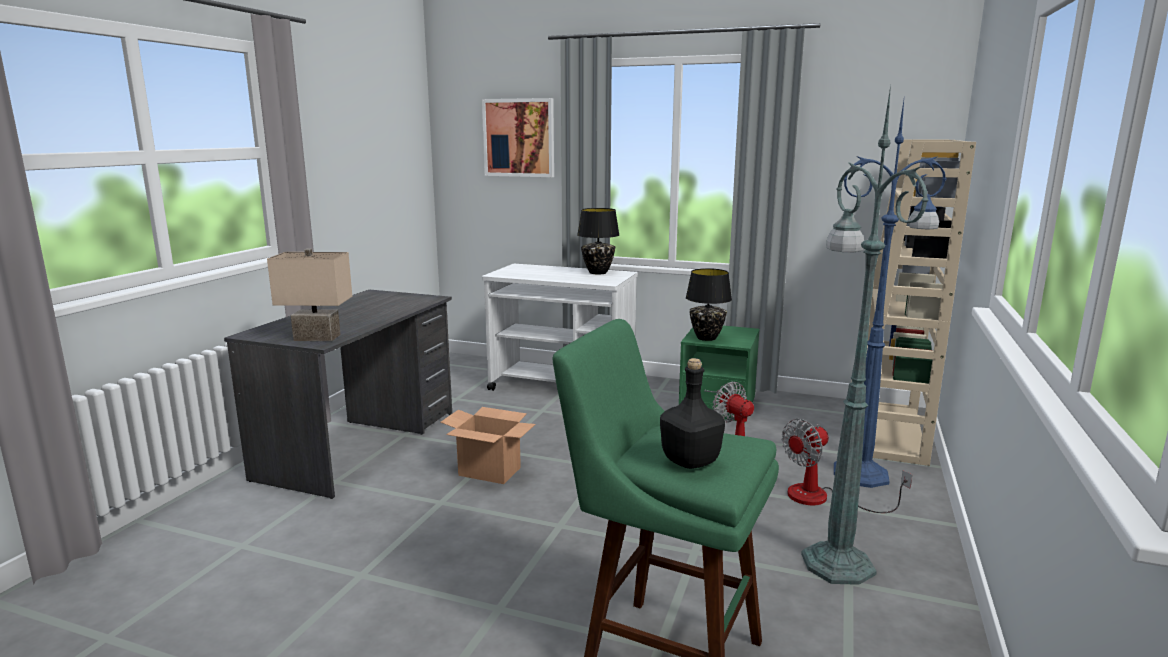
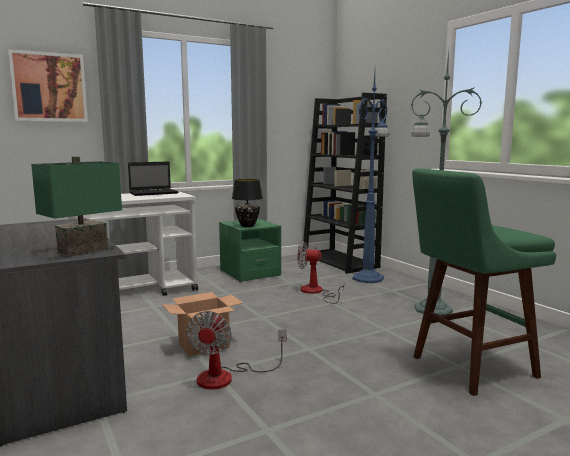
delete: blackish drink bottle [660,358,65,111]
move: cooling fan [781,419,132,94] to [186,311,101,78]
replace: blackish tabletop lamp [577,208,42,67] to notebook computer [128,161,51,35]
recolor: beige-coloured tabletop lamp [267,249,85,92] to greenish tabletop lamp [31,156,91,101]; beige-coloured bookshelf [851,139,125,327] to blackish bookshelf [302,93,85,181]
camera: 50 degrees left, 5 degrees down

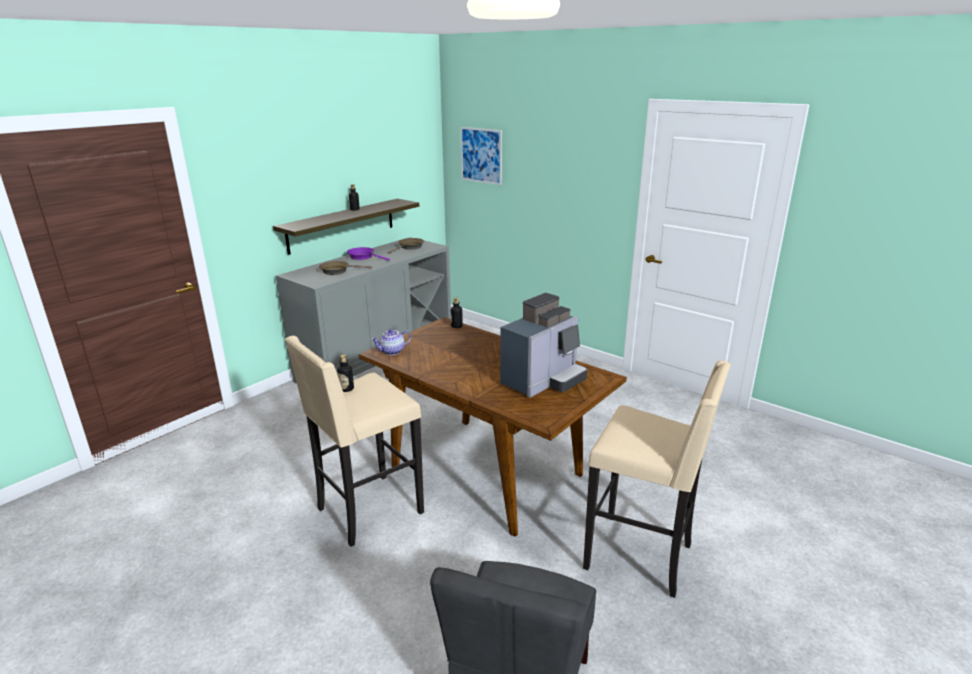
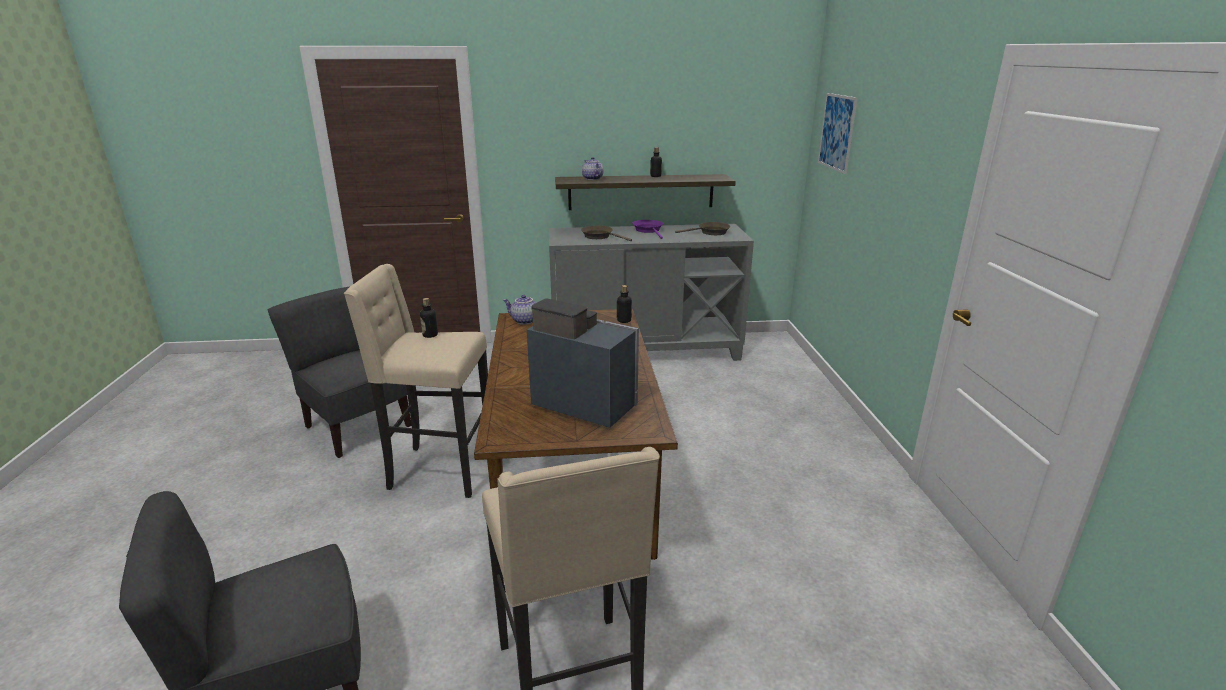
insert: gray chair [267,287,144,171]; pot for tea [582,157,22,23]
rotate: coffee brewer [500,293,87,105] = [527,298,112,130] 150 degrees counterclockwise
camera: 45 degrees right, 0 degrees up

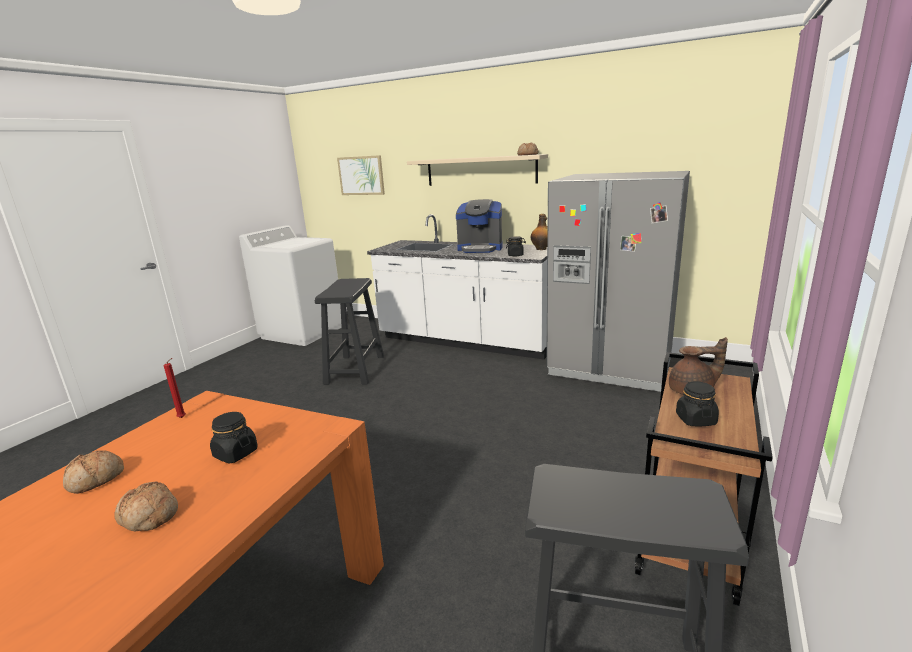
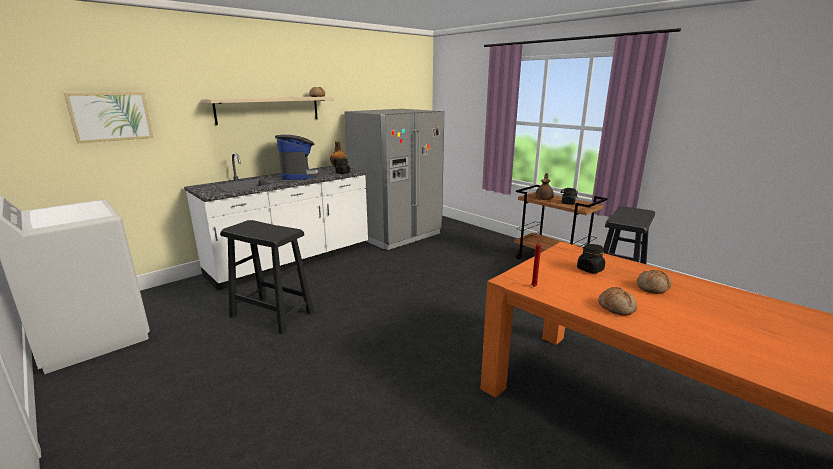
rotate: coffee brewer [456,199,47,54] = [275,135,44,45] 45 degrees counterclockwise
camera: 70 degrees left, 0 degrees up

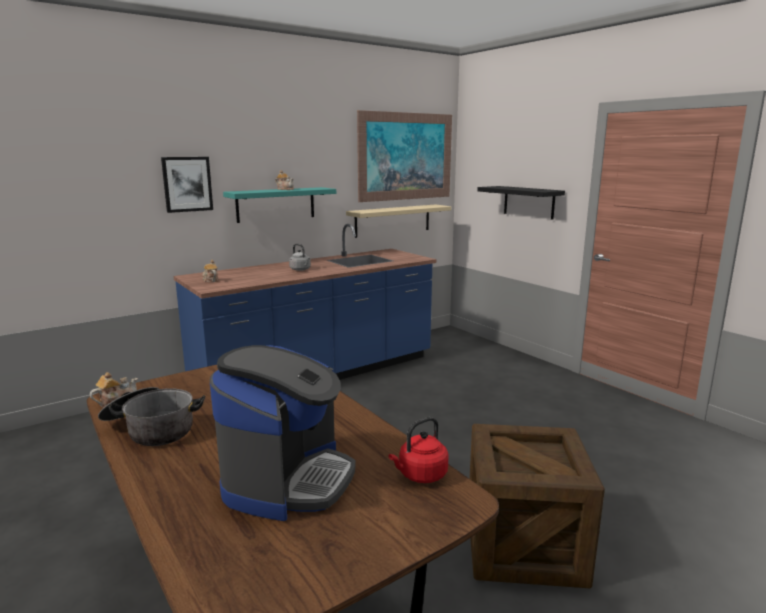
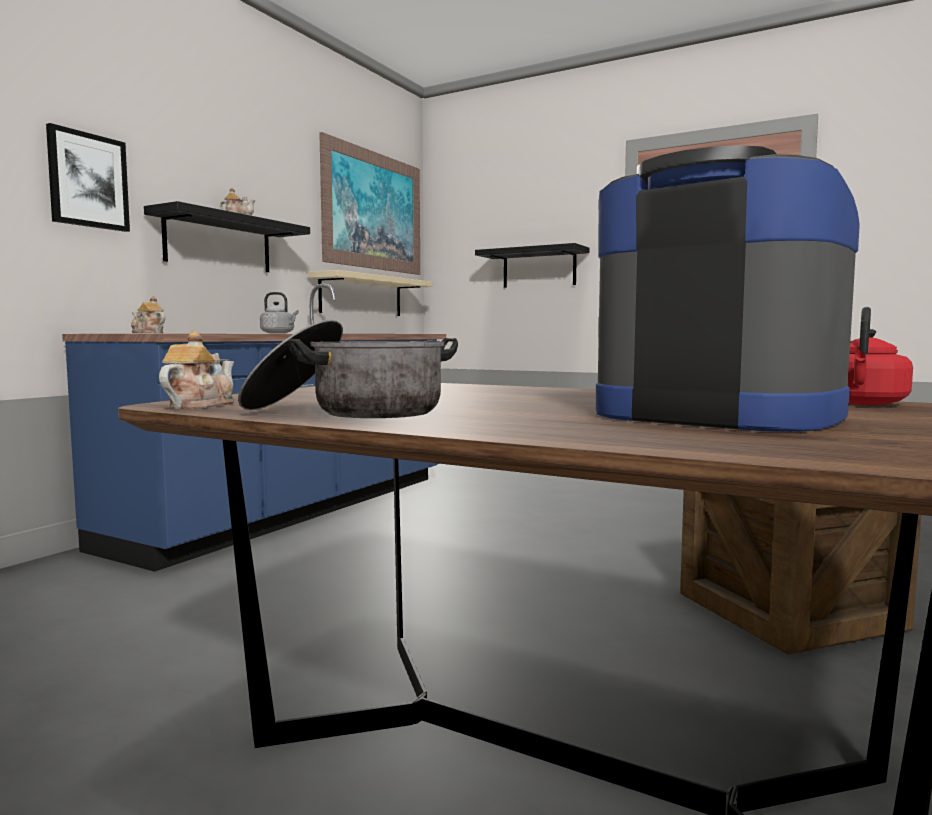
recolor: turquoise bracket shelf [223,187,113,36] to blackish bracket shelf [144,201,166,71]
rotate: coffee brewer [210,345,146,176] = [596,145,264,287] 45 degrees counterclockwise
camera: 25 degrees left, 10 degrees down

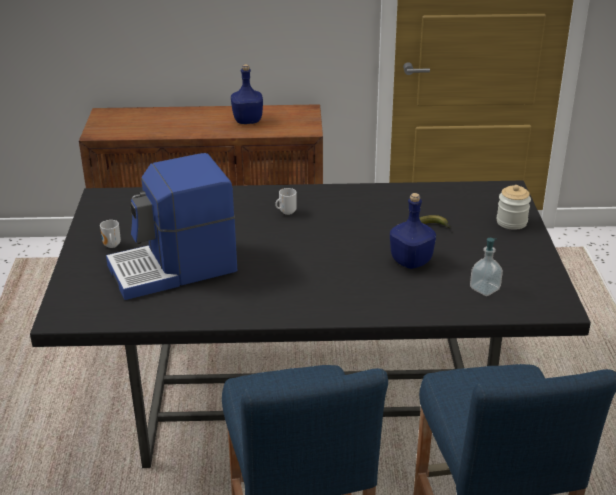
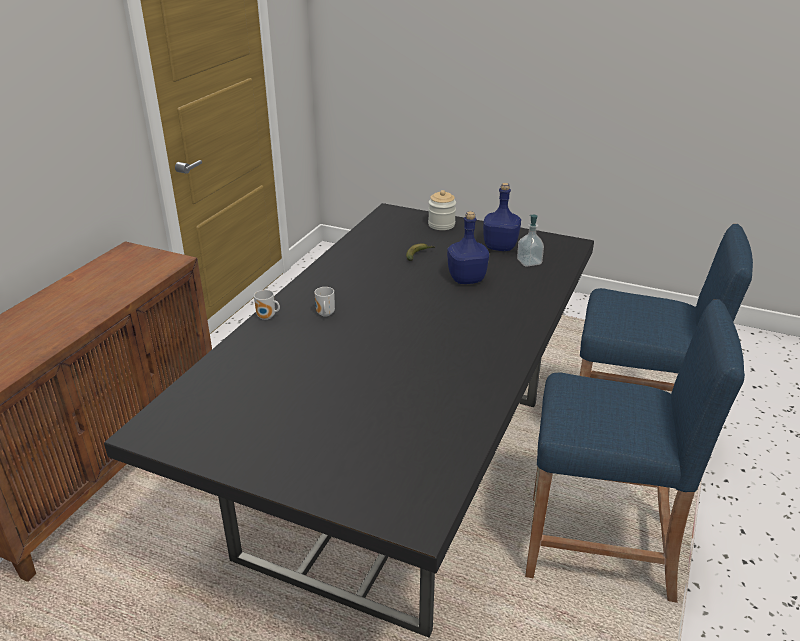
delete: coffee brewer [106,153,131,147]
move: tea mug [100,220,21,28] to [254,290,26,30]; blue-coloured drink bottle [231,64,32,60] to [483,183,38,68]
camera: 65 degrees left, 0 degrees up

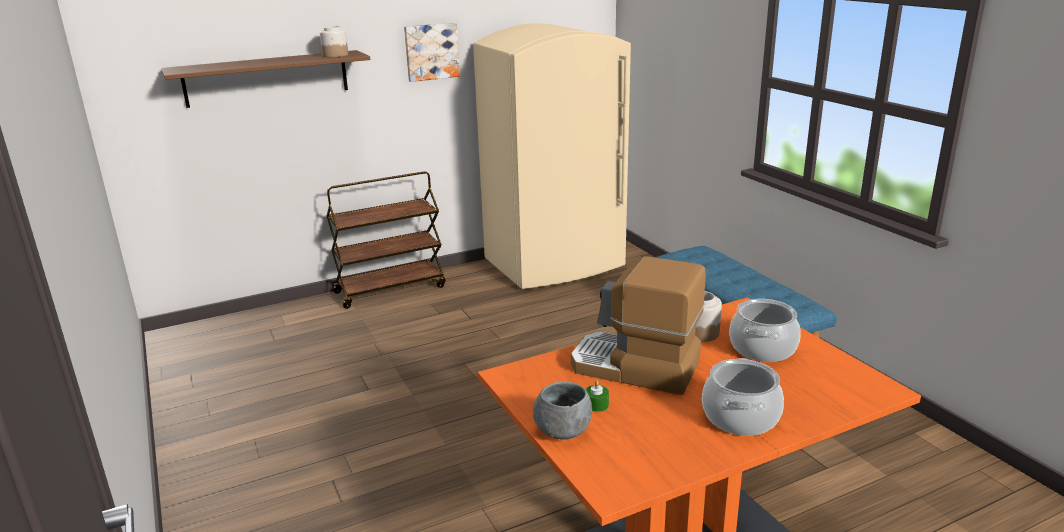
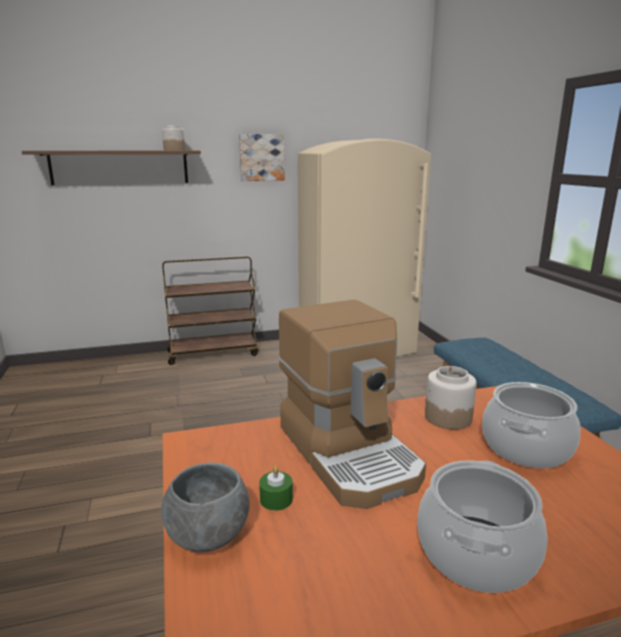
rotate: coffee brewer [571,256,135,139] = [278,299,148,210] 150 degrees counterclockwise
camera: 10 degrees right, 5 degrees down

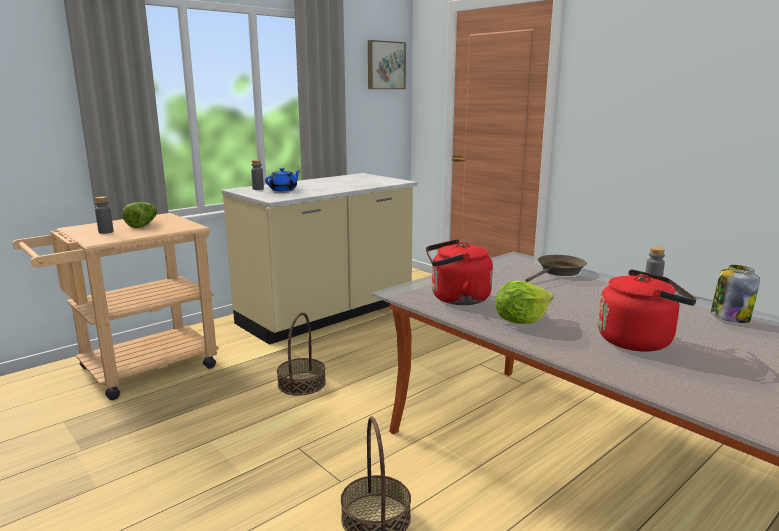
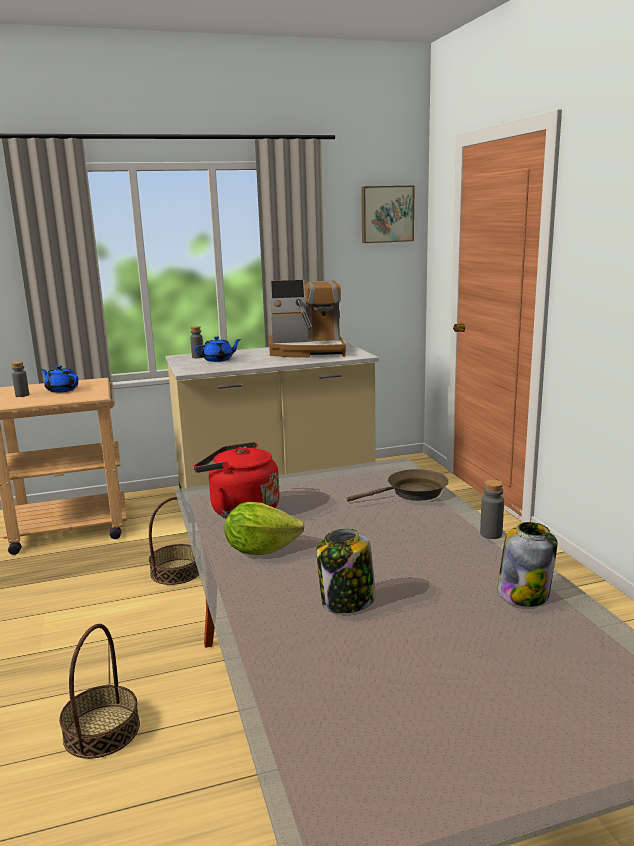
insert: coffee brewer [269,279,77,79]
replace: lettuce [122,202,35,26] to blue-coloured pot for tea [41,366,37,27]; red kettle [598,269,99,83] to preserve jar [316,529,60,84]
camera: 25 degrees right, 0 degrees up

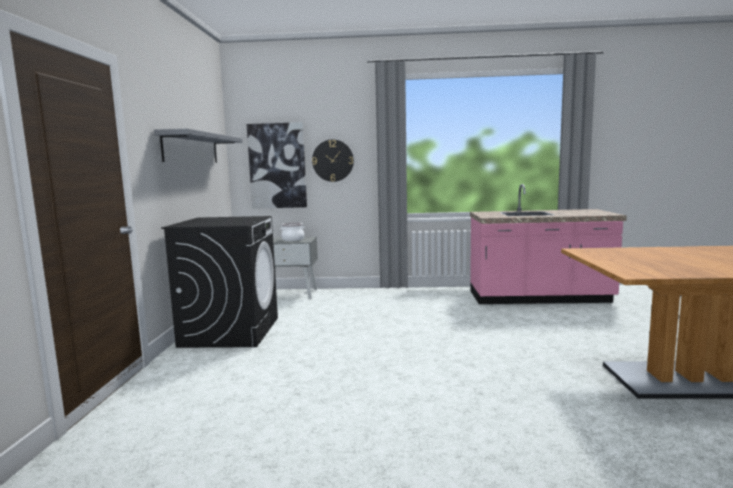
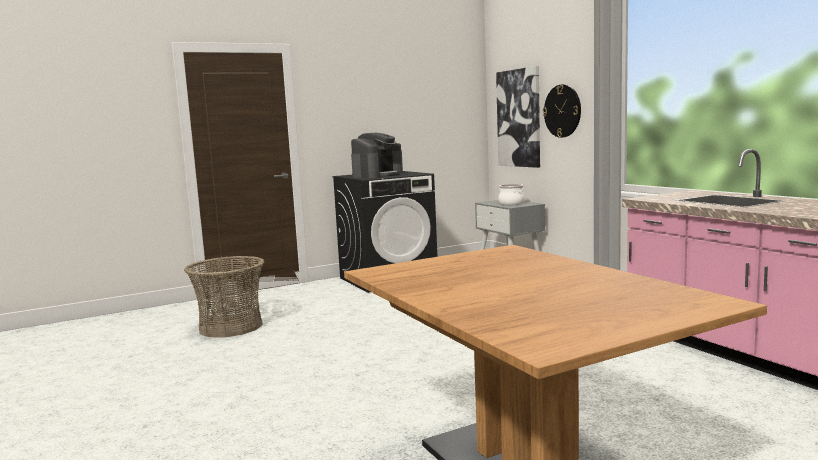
delete: gray bracket shelf [154,129,88,34]
insert: basket [184,256,80,81]; coffee brewer [351,133,52,45]
camera: 60 degrees right, 0 degrees up

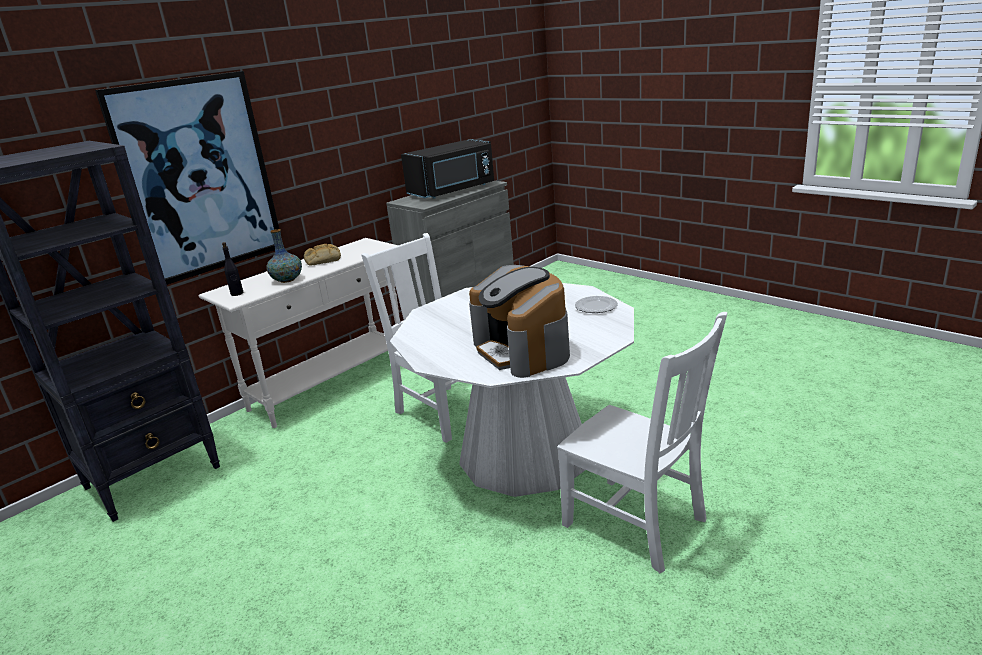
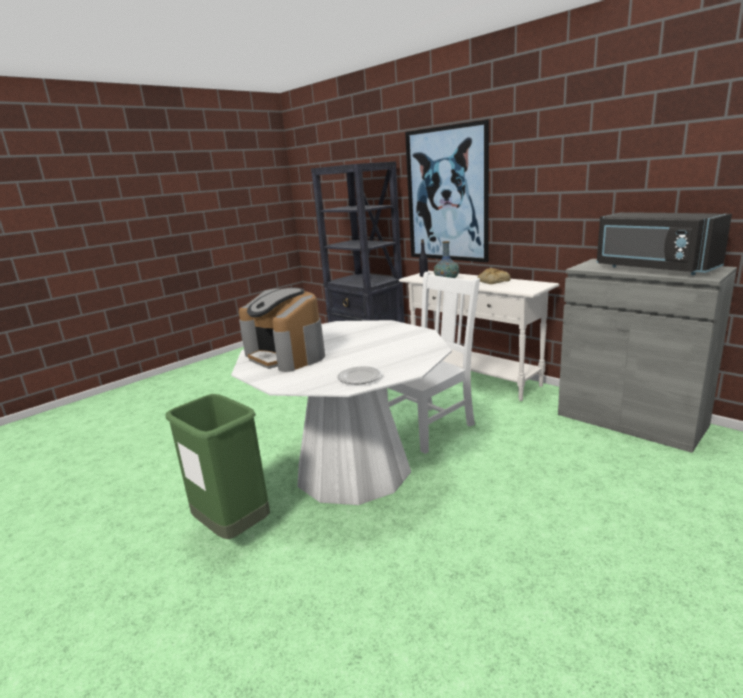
replace: white-coloured chair [557,312,171,261] to greenish rubbish bin [166,394,104,145]
rotate: coffee brewer [469,265,101,113] = [239,288,86,84] 105 degrees counterclockwise
camera: 90 degrees right, 5 degrees down

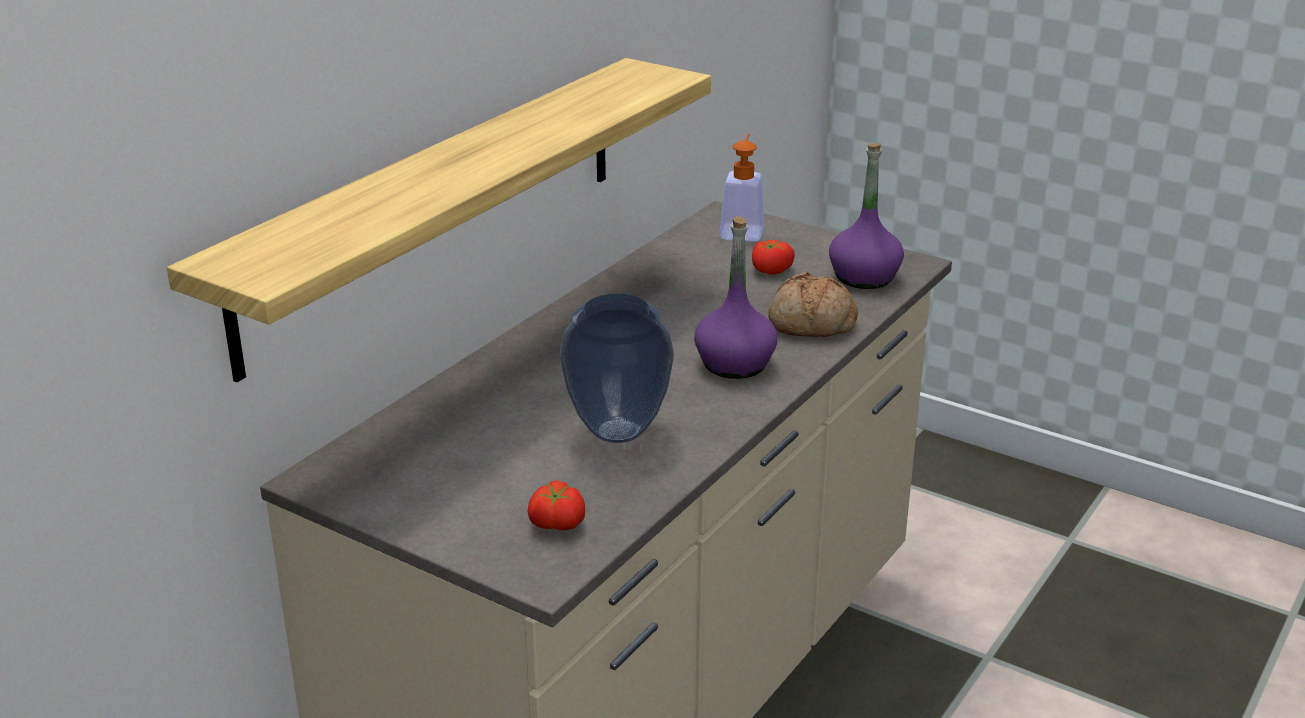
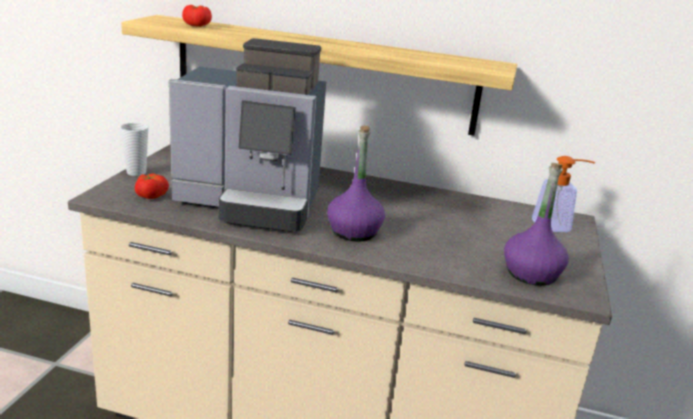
delete: bread [768,272,90,65]
insert: small cup [120,123,28,53]
move: tomato [752,240,43,35] to [182,5,30,22]
replace: vase [560,294,114,149] to coffee brewer [169,38,157,194]
camera: 70 degrees right, 5 degrees down

